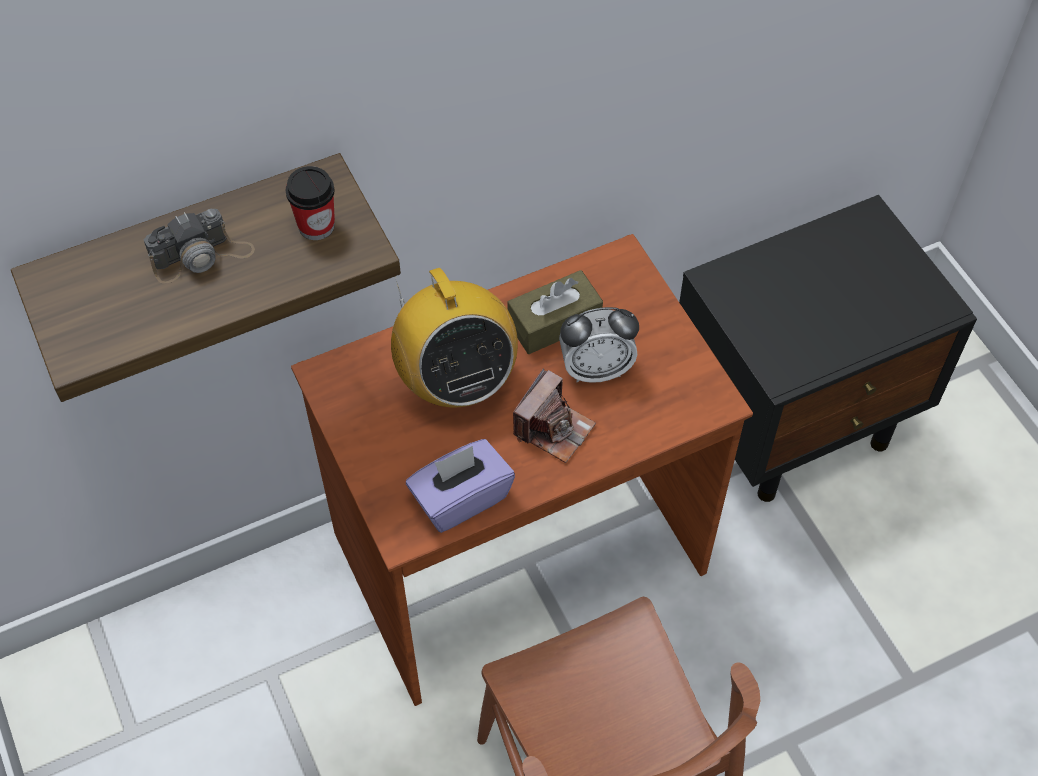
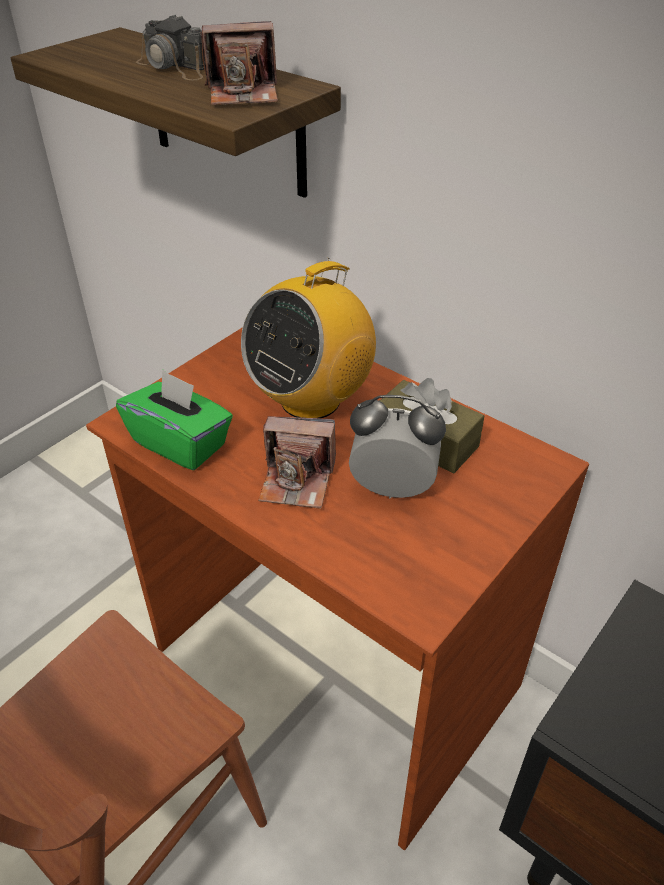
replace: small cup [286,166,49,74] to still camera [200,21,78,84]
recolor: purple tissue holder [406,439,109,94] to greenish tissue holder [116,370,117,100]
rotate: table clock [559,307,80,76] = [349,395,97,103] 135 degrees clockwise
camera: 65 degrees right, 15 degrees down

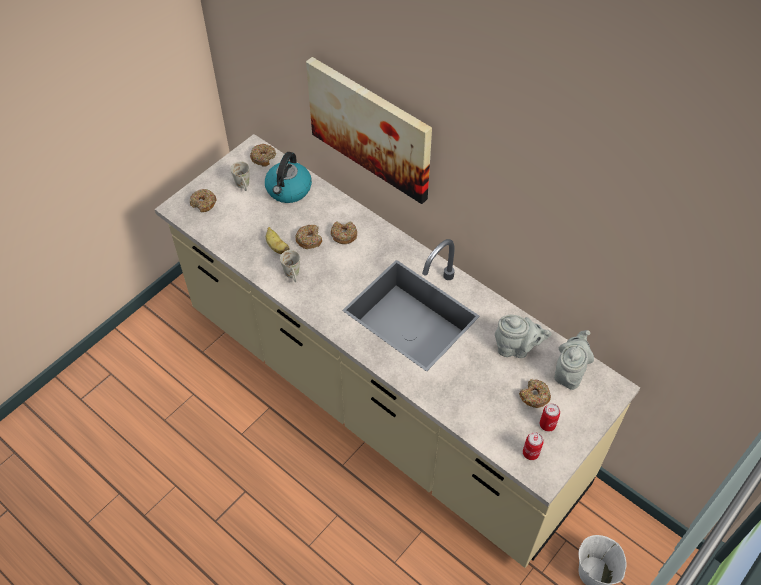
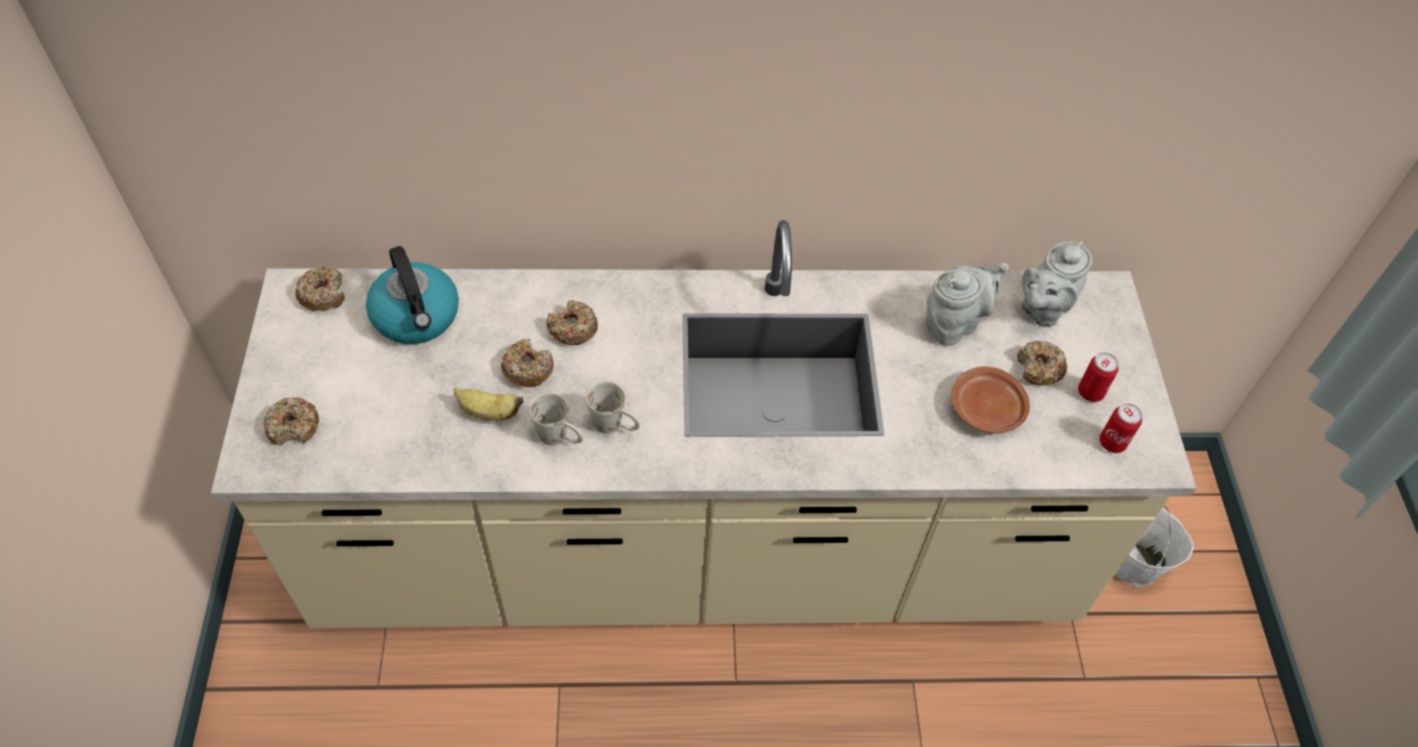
delete: wall art [306,57,126,147]
insert: brownish plate [951,367,79,66]
move: white-coloured tea mug [231,161,18,30] to [586,382,54,52]
rotate: gray pot for tea [554,330,40,60] = [1022,241,70,86] 120 degrees counterclockwise
camera: 45 degrees left, 0 degrees up

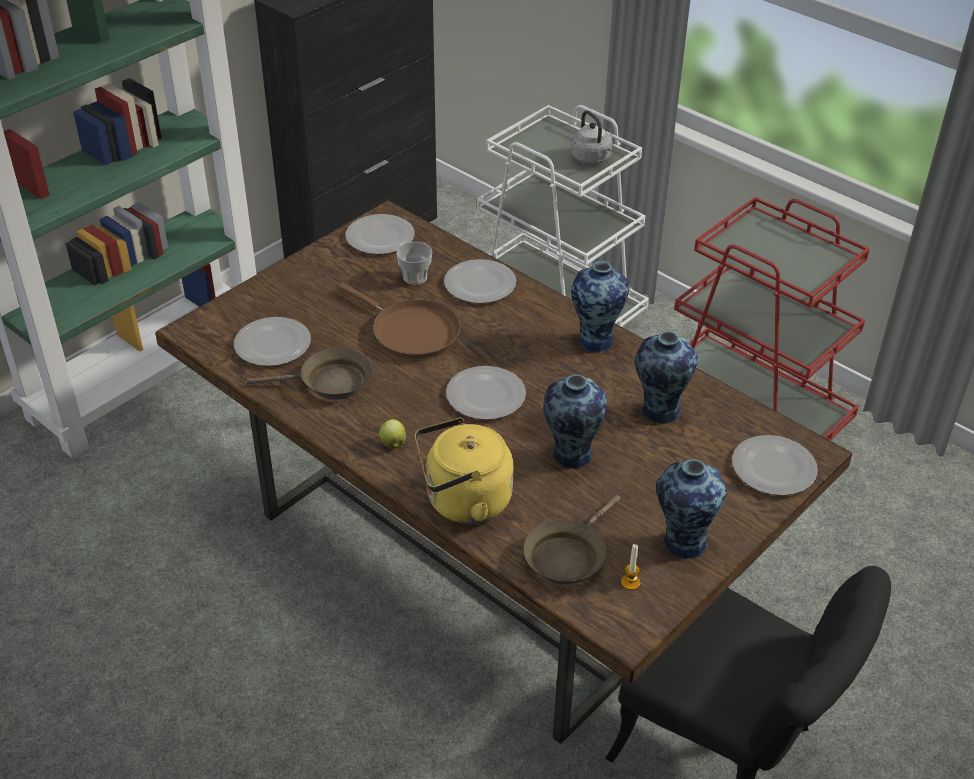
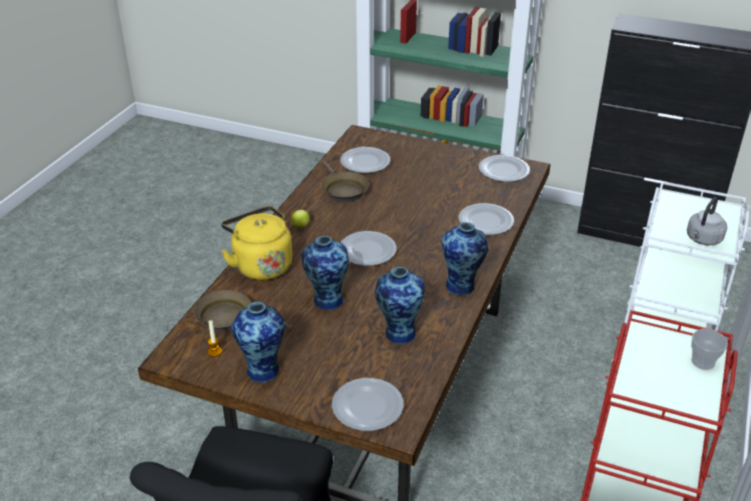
delete: brownish pan [338,283,123,76]
move: small cup [396,242,36,43] to [691,329,37,41]
camera: 70 degrees right, 5 degrees down

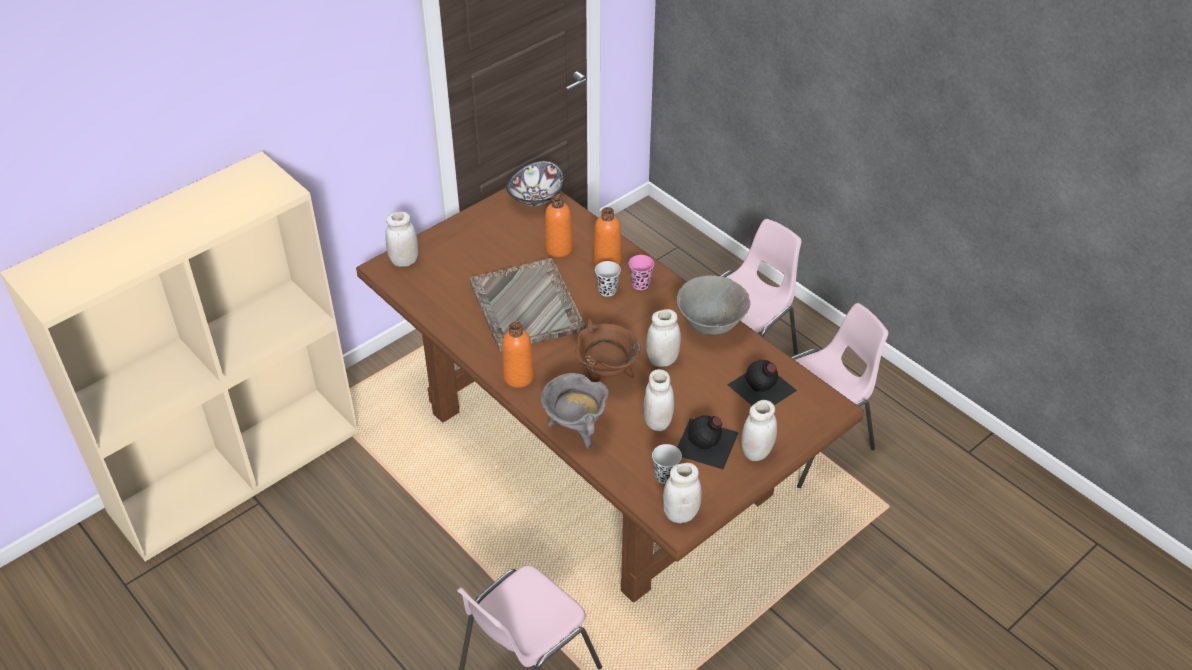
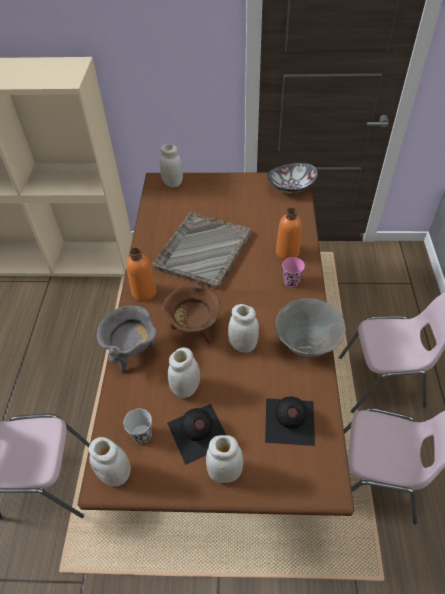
delete: orange-coloured drink bottle [545,194,28,63]; blackish small cup [595,261,26,36]
camera: 45 degrees right, 5 degrees up

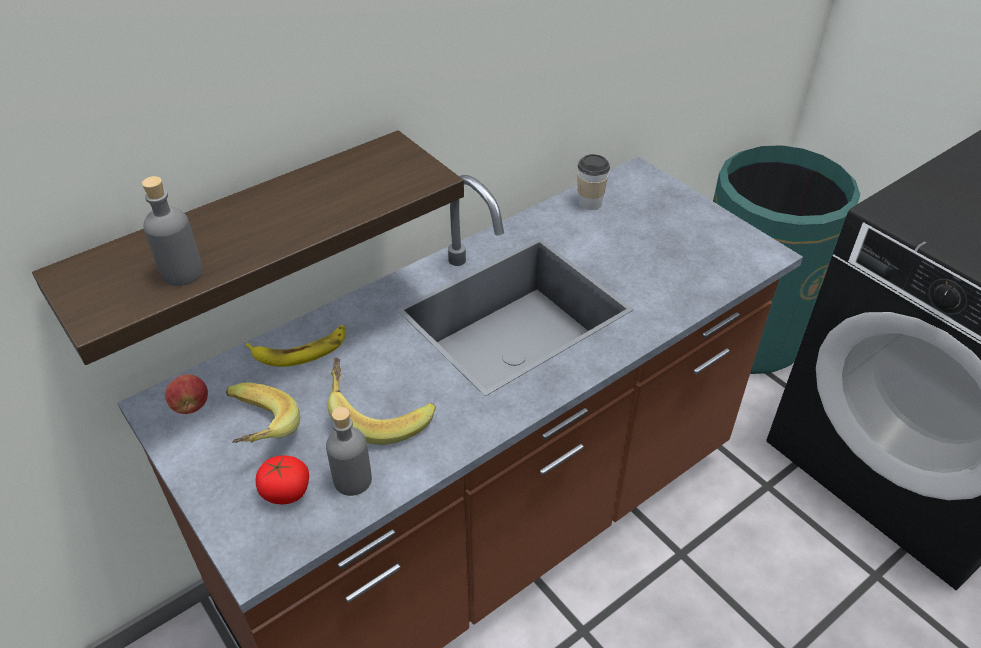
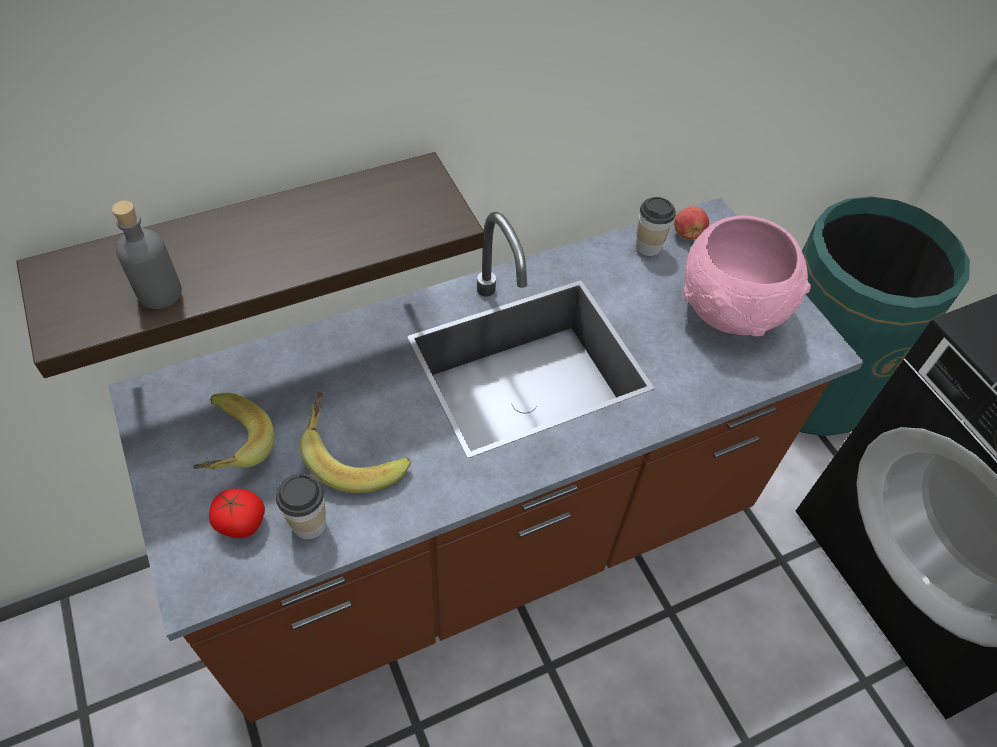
delete: whole banana [246,325,100,42]
insert: pinkish serving bowl [683,216,128,120]
move: apple [165,374,43,40] to [674,206,35,34]
replace: gray drink bottle [326,407,46,89] to small cup [276,474,50,66]
camera: 10 degrees right, 10 degrees up

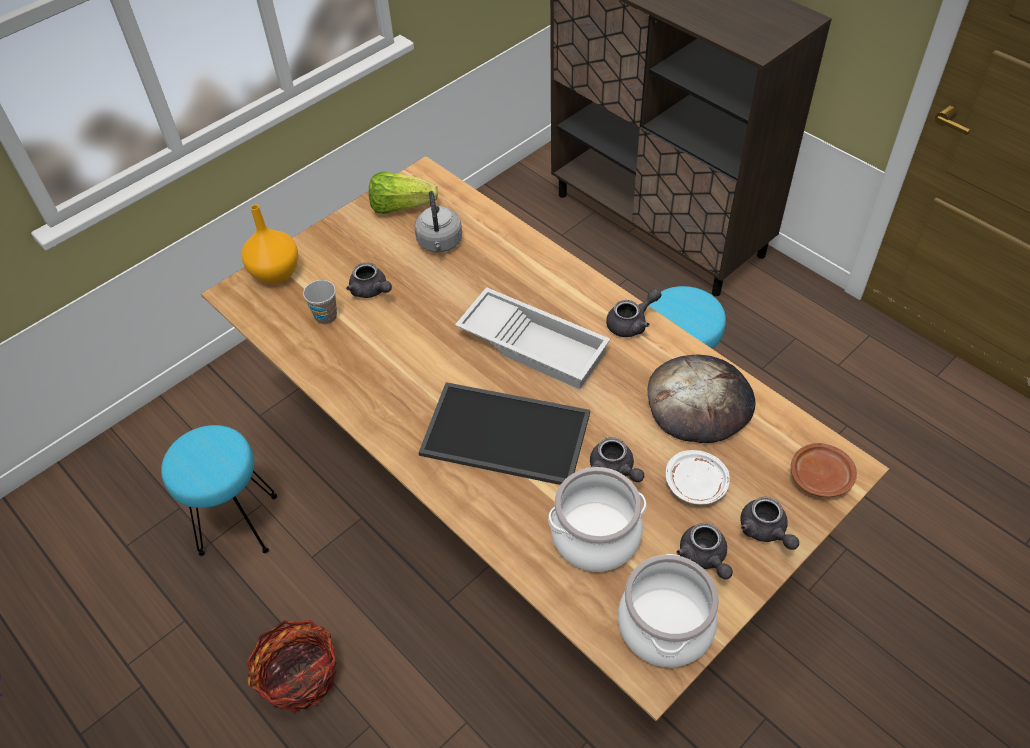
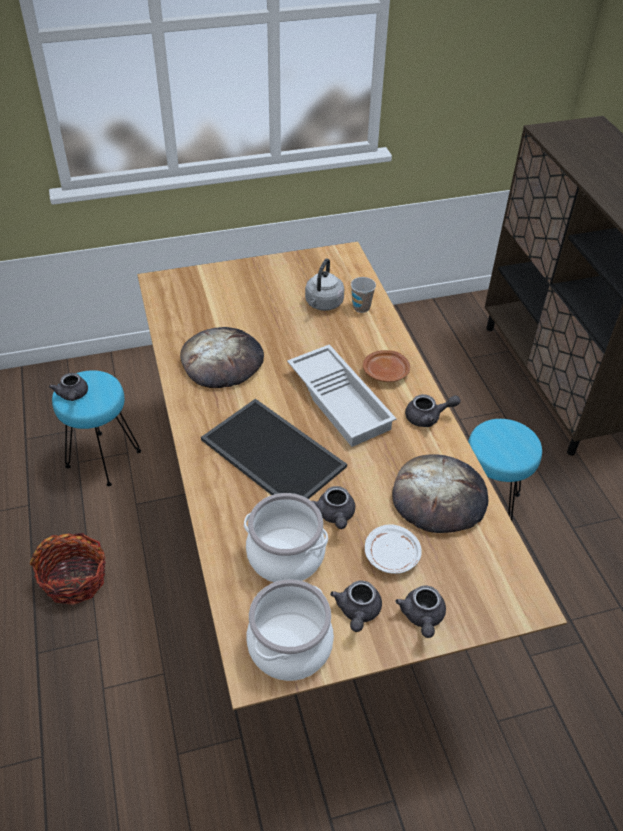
delete: orange-coloured vase [242,205,56,79]; lettuce [369,171,69,43]
insert: bread [180,327,84,61]
move: small cup [303,280,34,44] to [351,277,25,36]; gray pot for tea [346,262,46,36] to [49,373,39,28]; brownish plate [791,443,66,54] to [363,350,47,32]
camera: 25 degrees right, 5 degrees down

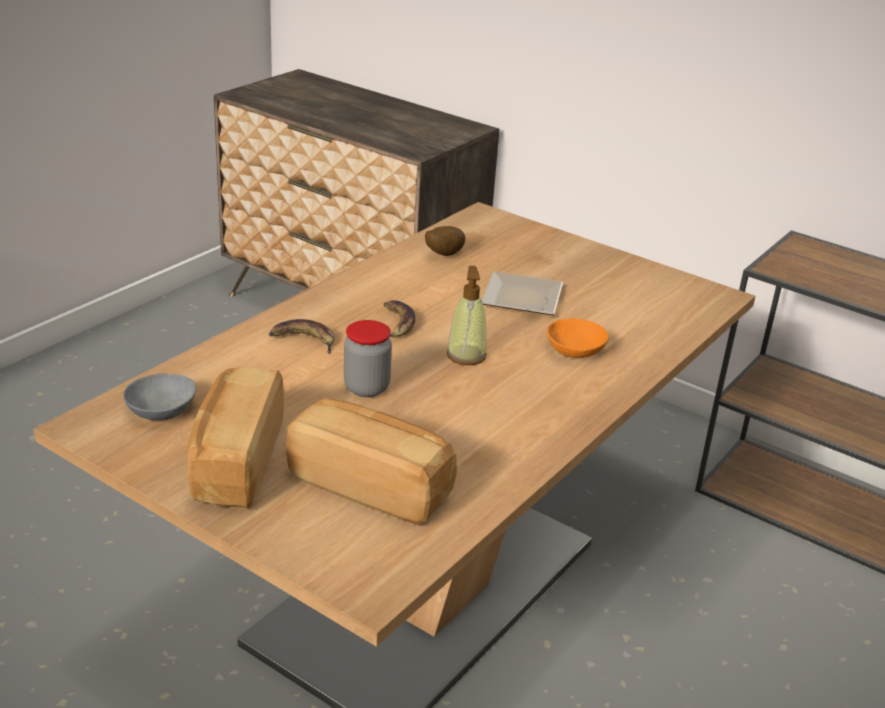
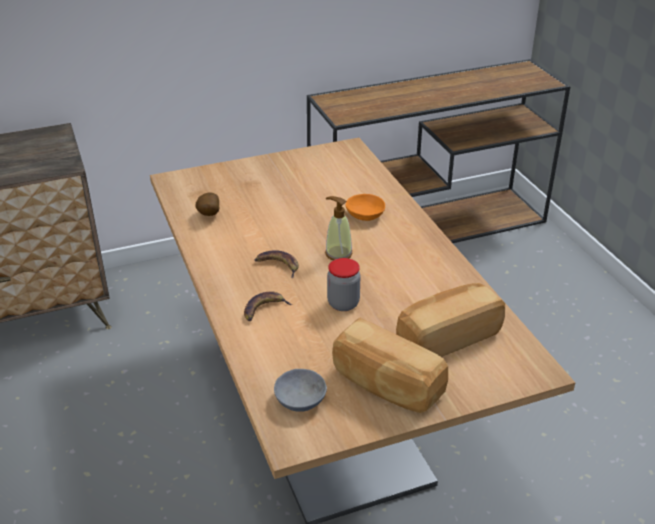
delete: plate [482,271,81,44]
camera: 55 degrees left, 5 degrees up

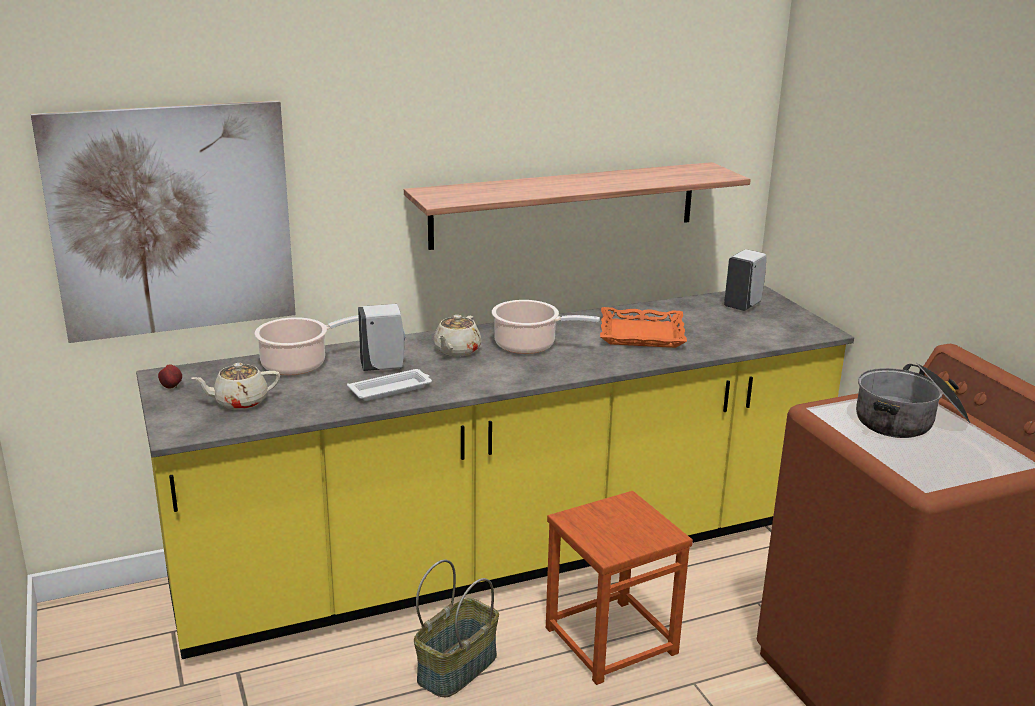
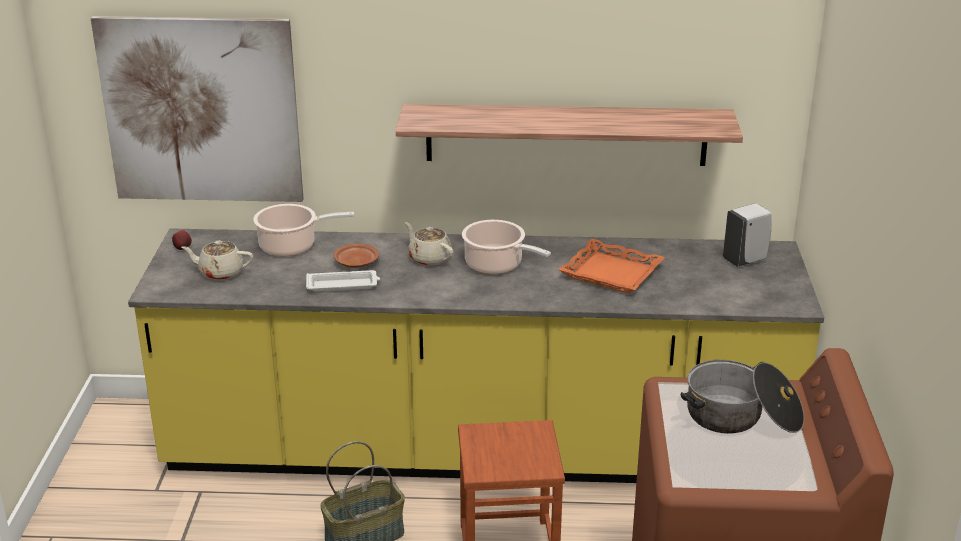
replace: white-coloured liquid soap bottle [358,304,48,67] to brownish plate [334,244,45,24]
rotate: beige-coloured pot for tea [434,315,48,42] = [405,222,48,44] 90 degrees clockwise
camera: 25 degrees right, 5 degrees up

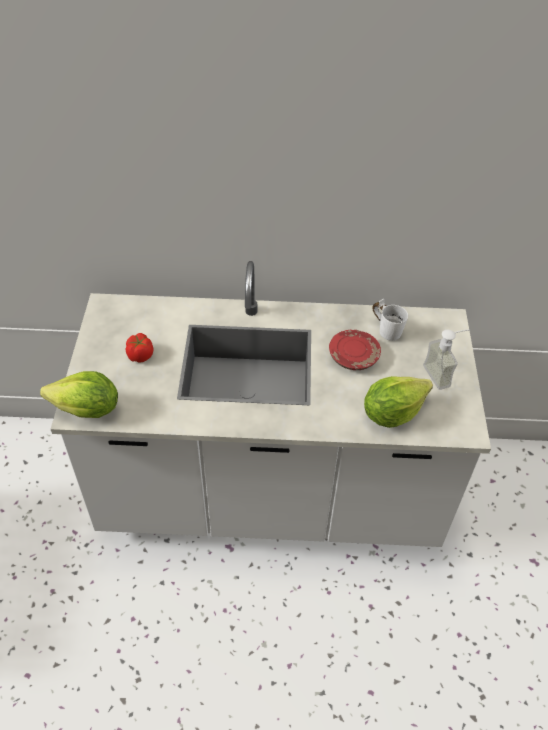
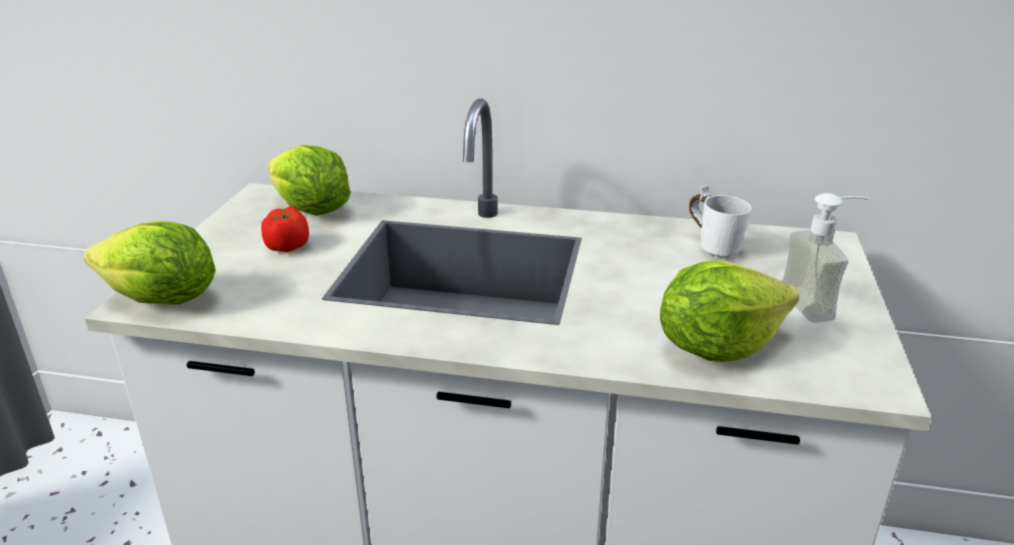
delete: red plate [329,330,52,40]
insert: lettuce [268,145,83,71]
camera: 10 degrees right, 20 degrees down

